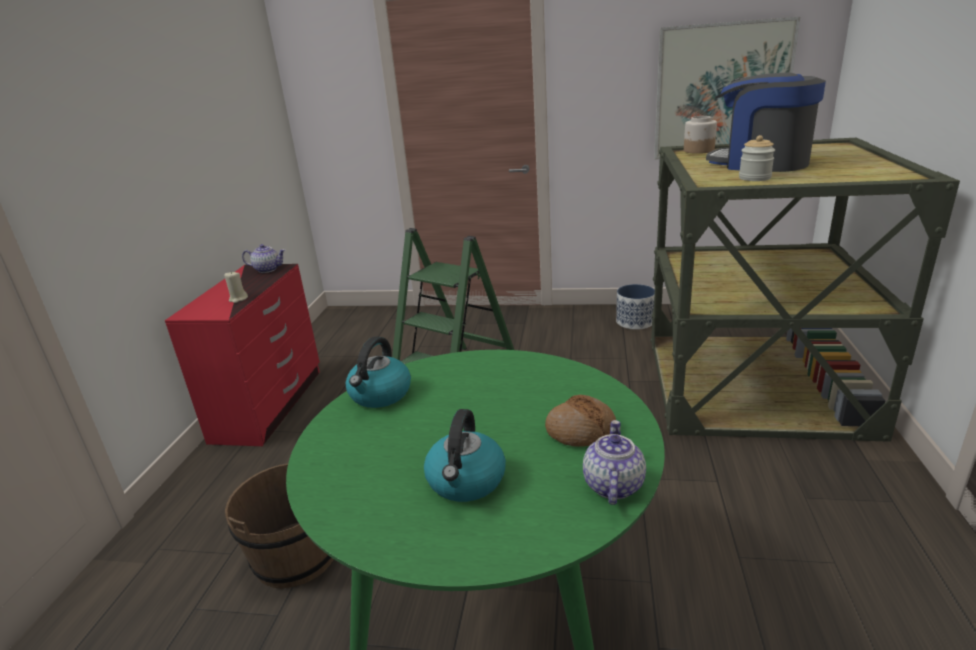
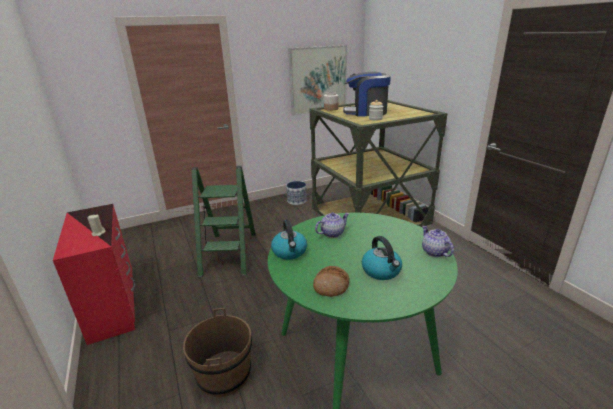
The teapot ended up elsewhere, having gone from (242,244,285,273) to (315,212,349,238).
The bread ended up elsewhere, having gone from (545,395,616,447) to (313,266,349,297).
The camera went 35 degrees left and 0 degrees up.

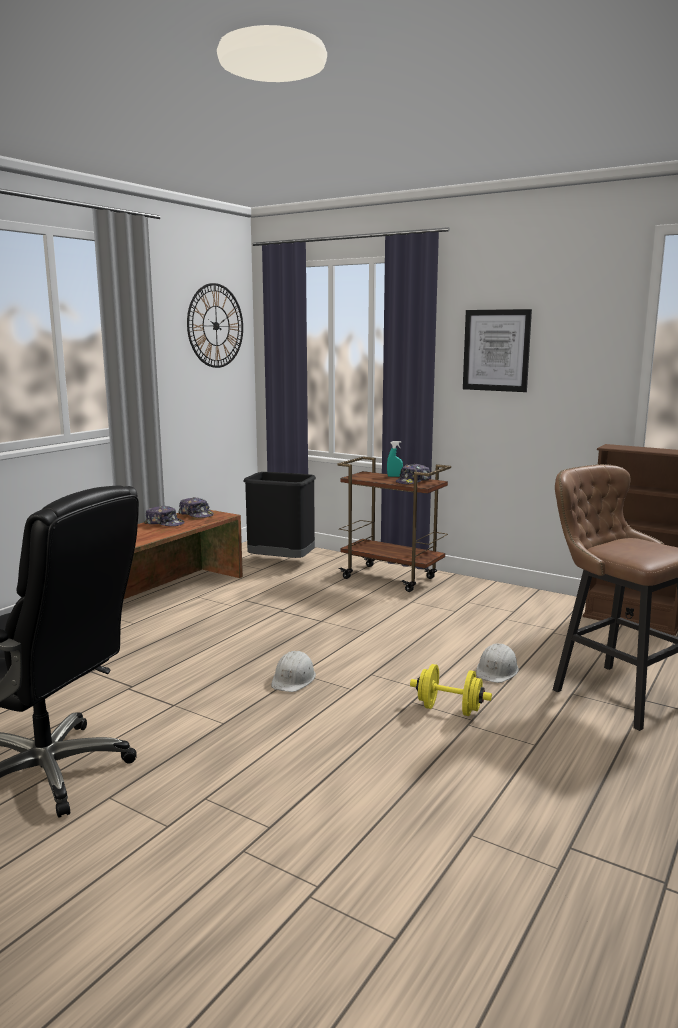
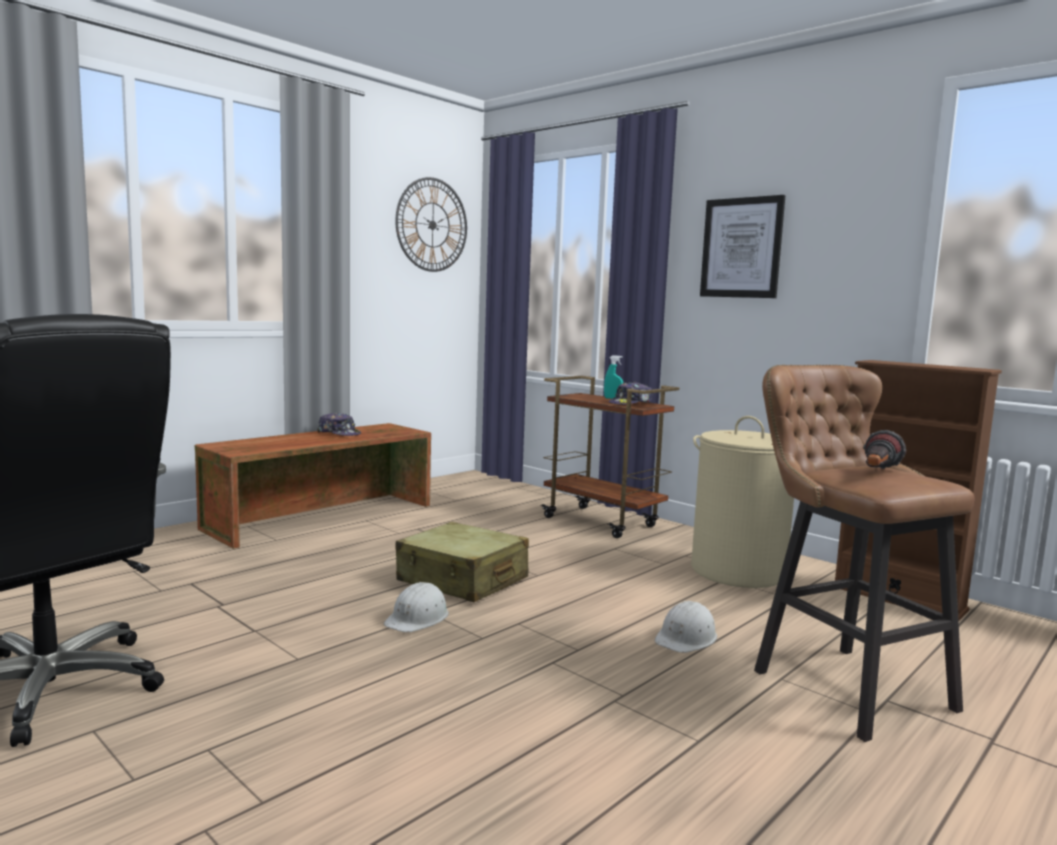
The second view lost the cap at (179,497,214,518).
The second view lost the trash can (black) at (243,472,316,558).
The second view lost the dumbbell (yellow) at (410,664,492,716).
The second view gained the suitcase (beige) at (396,522,529,602).
The second view gained the laundry basket (beige) at (691,416,794,588).
The second view gained the flashlight at (863,430,906,469).
The camera went 10 degrees right and 5 degrees down.

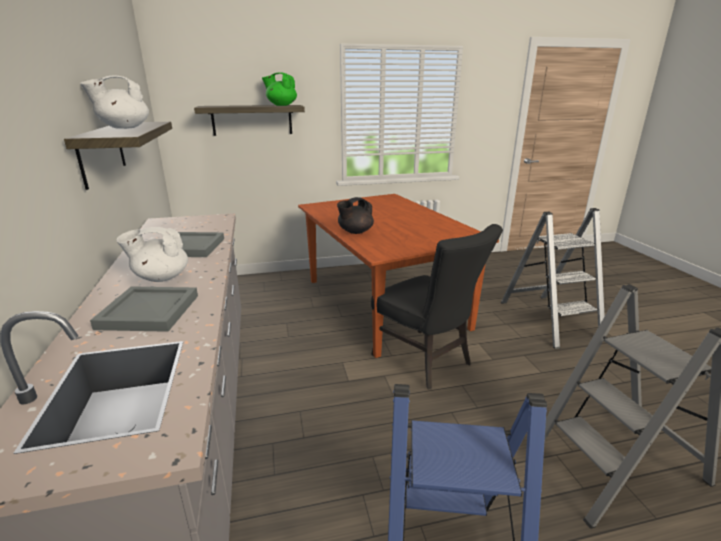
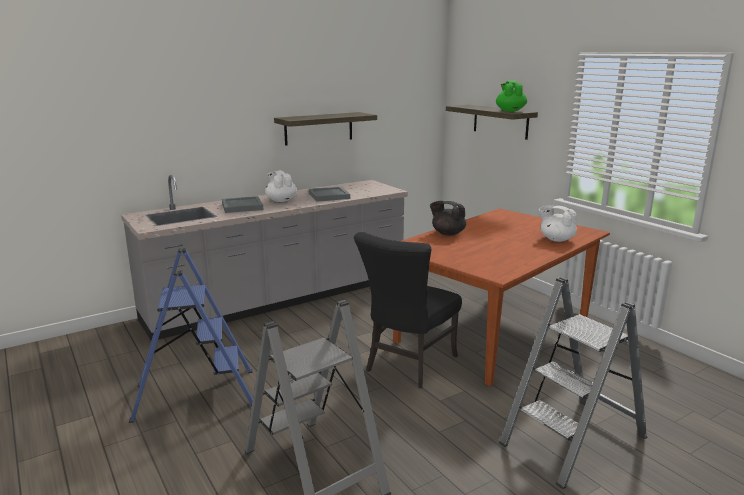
The teapot (white) ended up elsewhere, having gone from (80,76,149,129) to (539,205,577,242).
The camera went 70 degrees right and 5 degrees down.

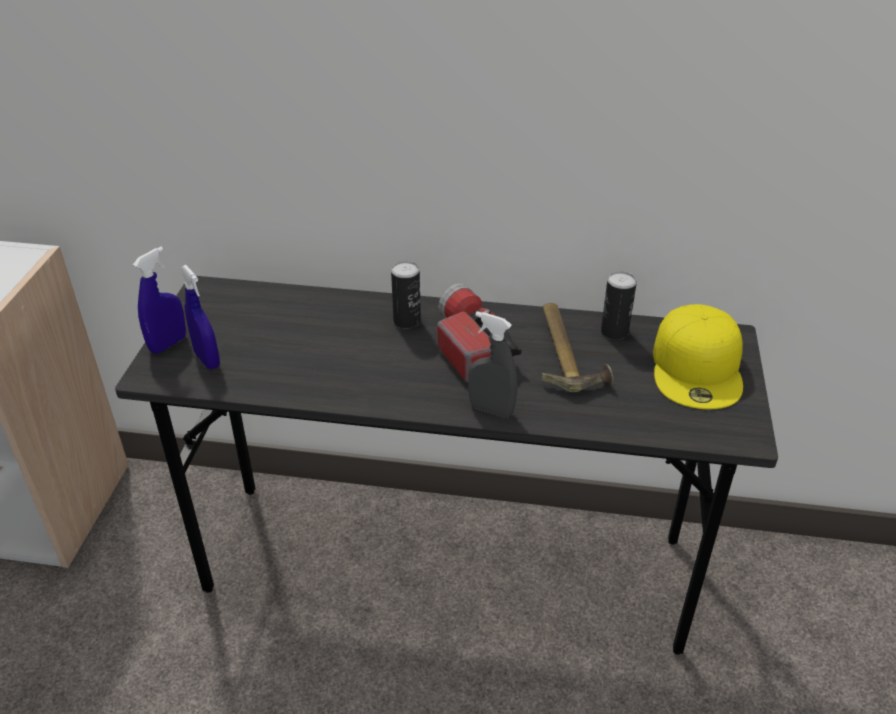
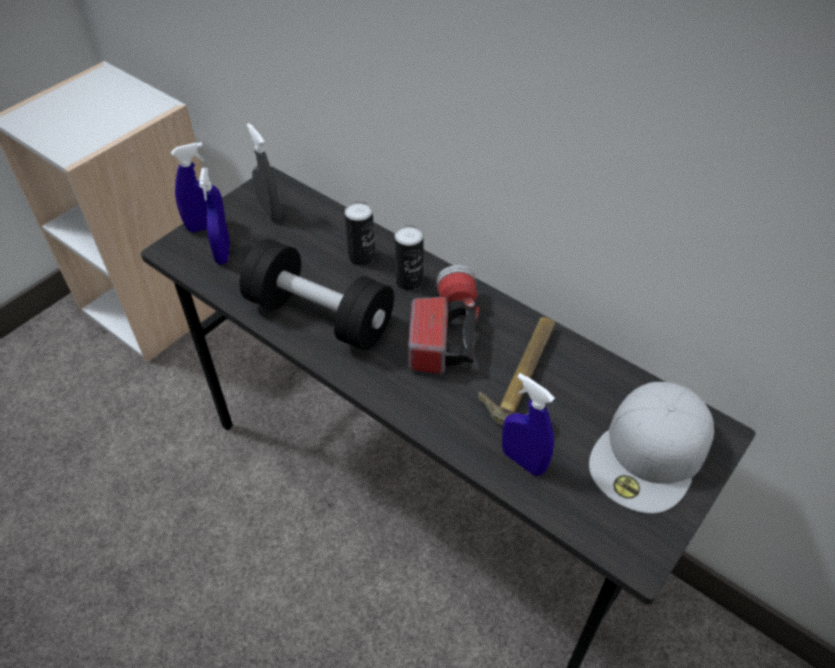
The spray bottle (grey) ended up elsewhere, having gone from (468,311,518,418) to (247,123,282,221).
The can ended up elsewhere, having gone from (601,271,637,340) to (345,202,375,266).
What was the cap (yellow) at (653,304,743,409) turned into the cap (white) at (589,382,714,514).
The second view gained the dumbbell (black) at (239,239,394,351).
The second view gained the spray bottle (blue) at (502,373,555,476).
The camera went 30 degrees right and 10 degrees up.

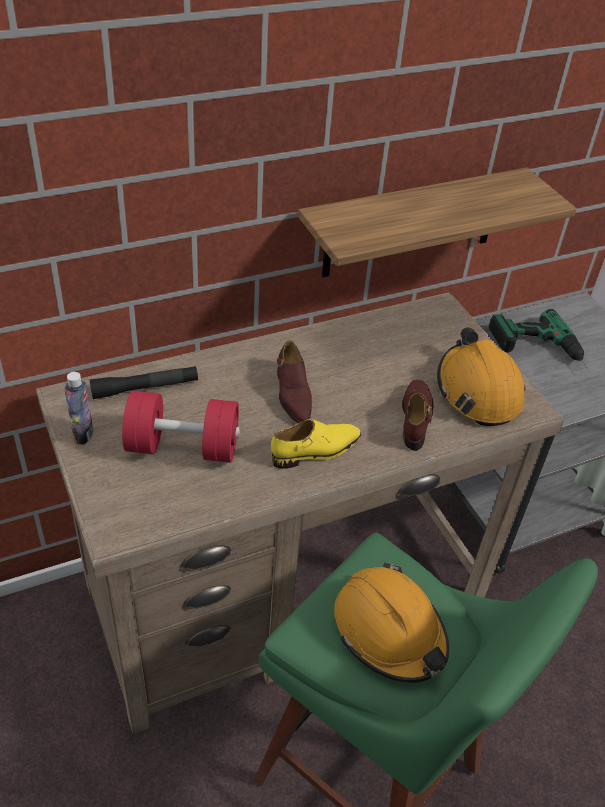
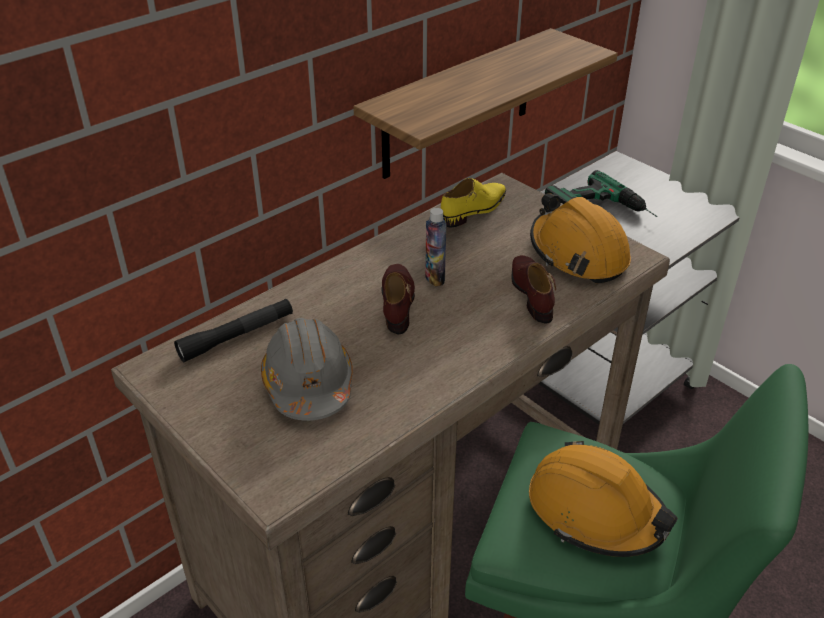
The bottle ended up elsewhere, having gone from (65,372,93,445) to (425,208,447,286).
Where the dumbbell (red) stood at (122,391,240,463), the hard hat (grey) came to stand at (261,318,353,421).
The shoe (yellow) ended up elsewhere, having gone from (271,419,361,469) to (441,178,506,227).
The shoe (brown) at (277,340,312,423) ended up facing another way, 150 degrees counterclockwise from before.
The camera went 15 degrees left and 5 degrees down.

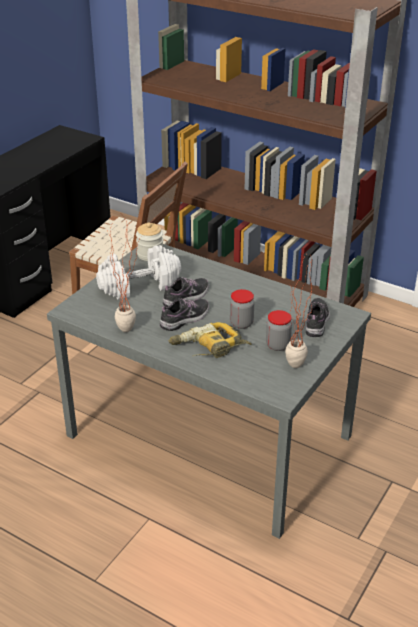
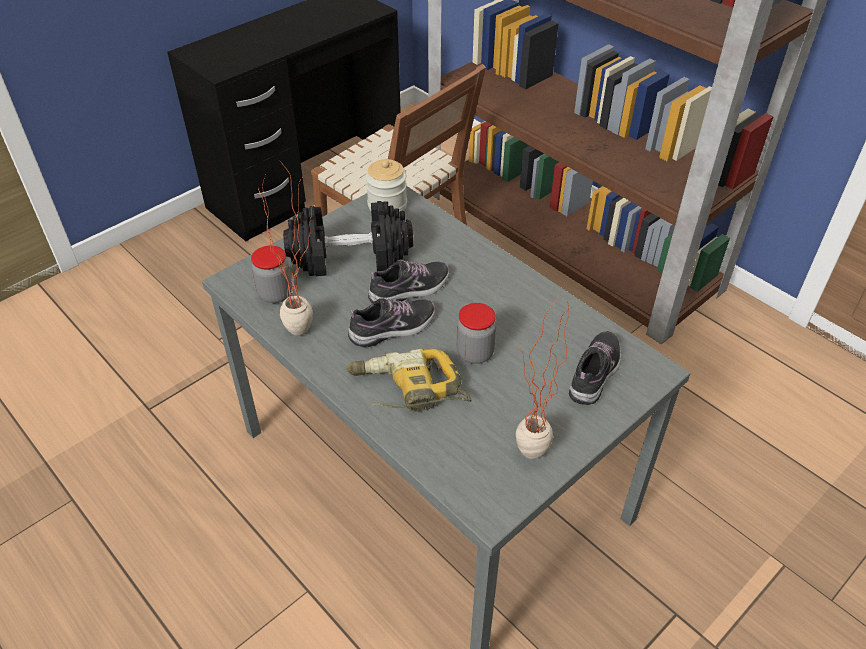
What was the dumbbell (white) at (96,245,181,300) turned into the dumbbell (black) at (283,201,413,276).
The jar ended up elsewhere, having gone from (266,310,292,351) to (251,245,292,303).
The camera went 15 degrees right and 10 degrees up.

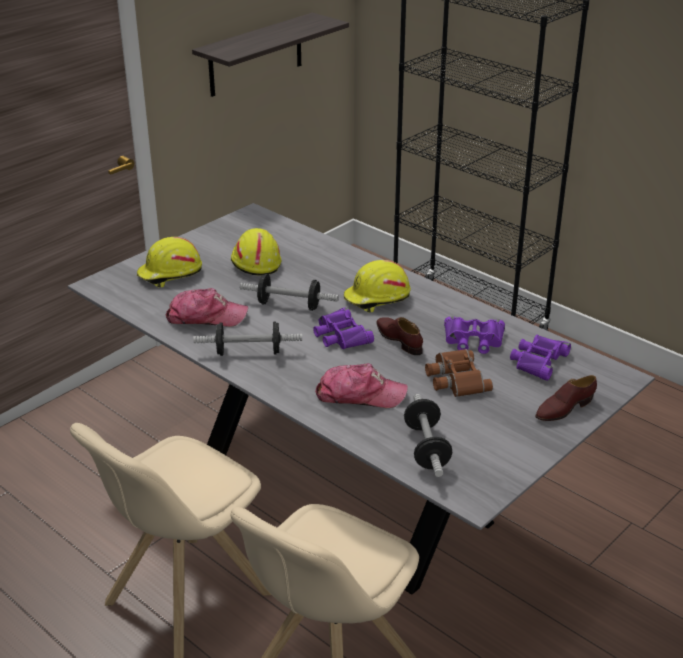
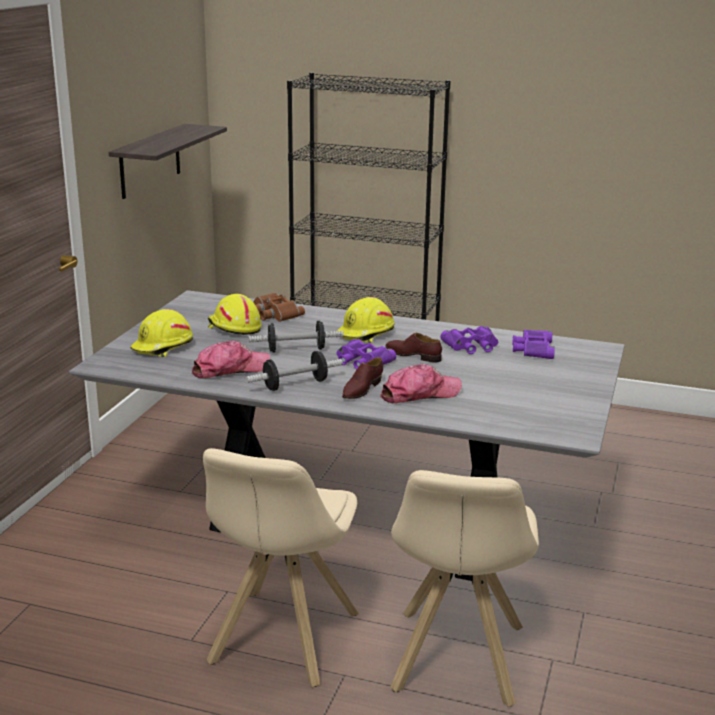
The second view lost the dumbbell at (404,394,452,477).
The binoculars (brown) ended up elsewhere, having gone from (425,349,493,397) to (253,293,305,322).
The shoe (brown) ended up elsewhere, having gone from (535,375,597,421) to (342,357,383,399).
The camera went 25 degrees left and 10 degrees down.

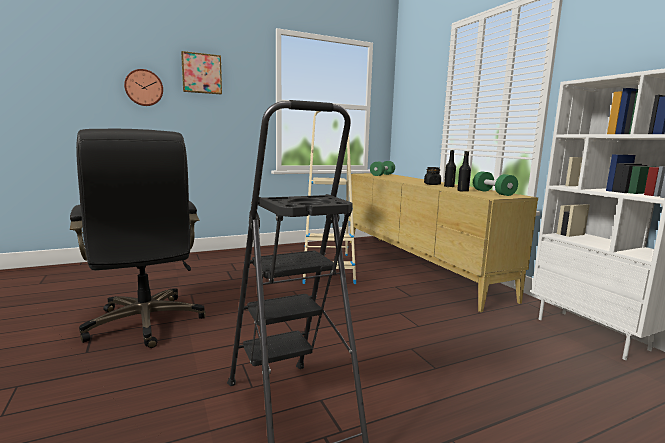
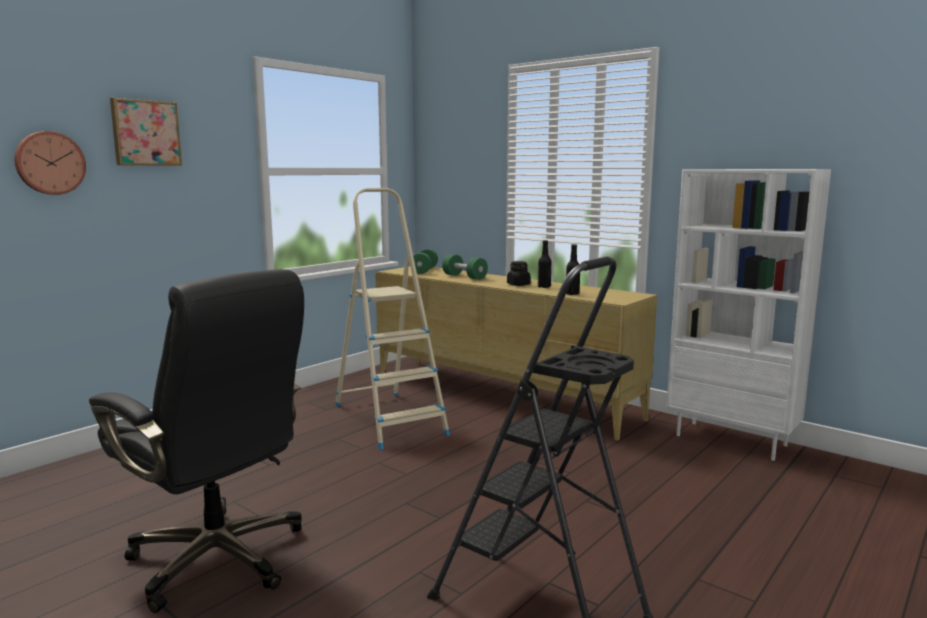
The dumbbell (green) ended up elsewhere, having gone from (473,172,518,196) to (442,254,488,280).
The camera went 25 degrees left and 0 degrees up.

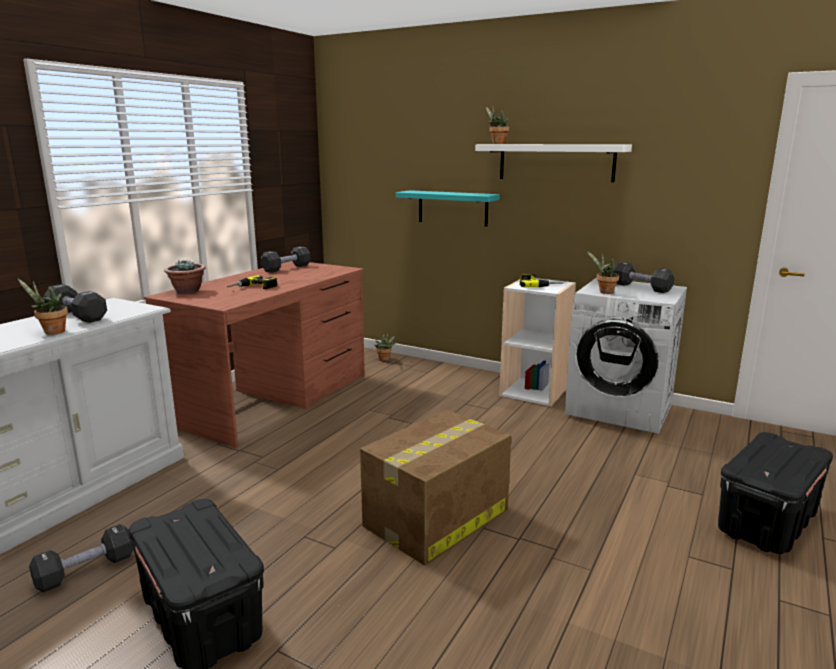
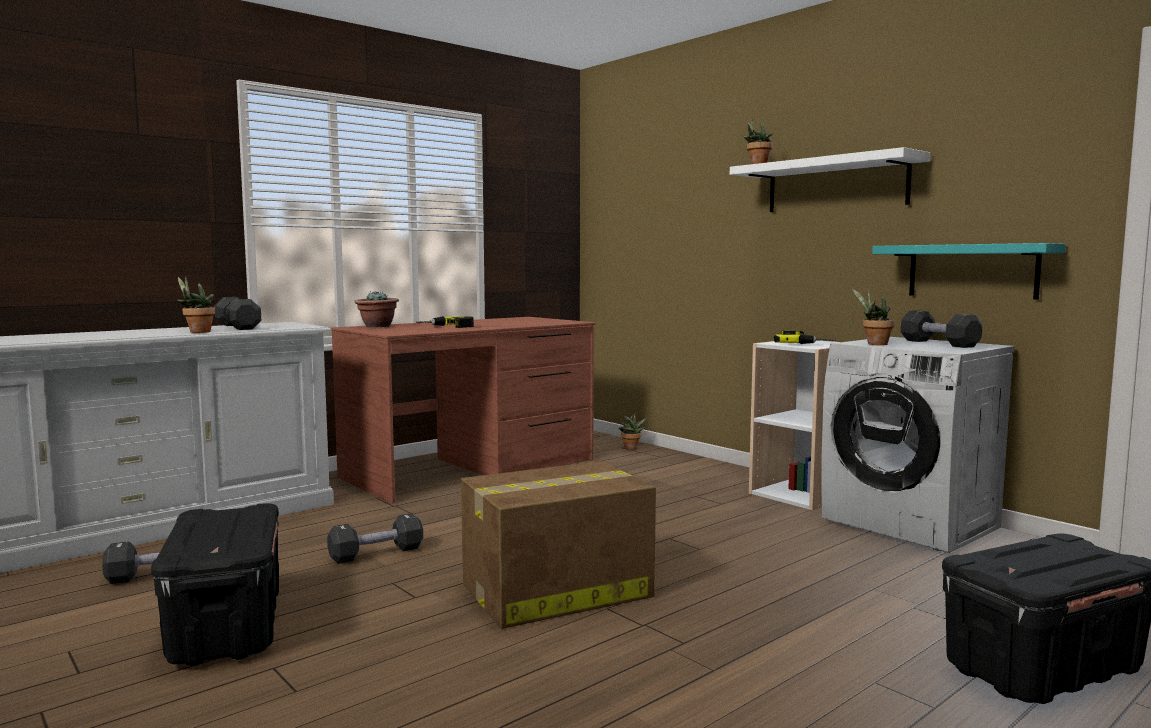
The dumbbell (black) ended up elsewhere, having gone from (261,246,310,273) to (327,513,423,564).
The shelf (turquoise) ended up elsewhere, having gone from (396,190,500,227) to (872,243,1066,300).
The camera went 20 degrees right and 10 degrees down.

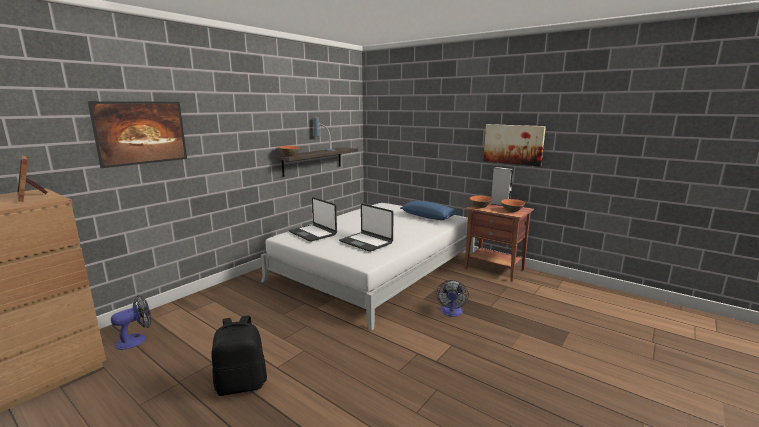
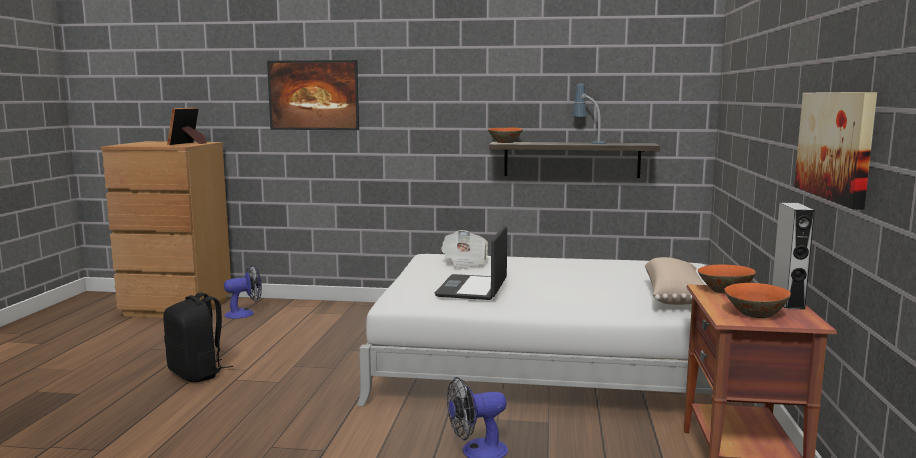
The fan at (111,295,151,350) ended up facing another way, 45 degrees counterclockwise from before.
Where the laptop stood at (289,197,337,242), the newspaper came to stand at (441,230,488,269).
What was the pillow (blue) at (400,201,460,220) turned into the pillow (beige) at (645,257,705,305).
The camera went 60 degrees right and 5 degrees down.

